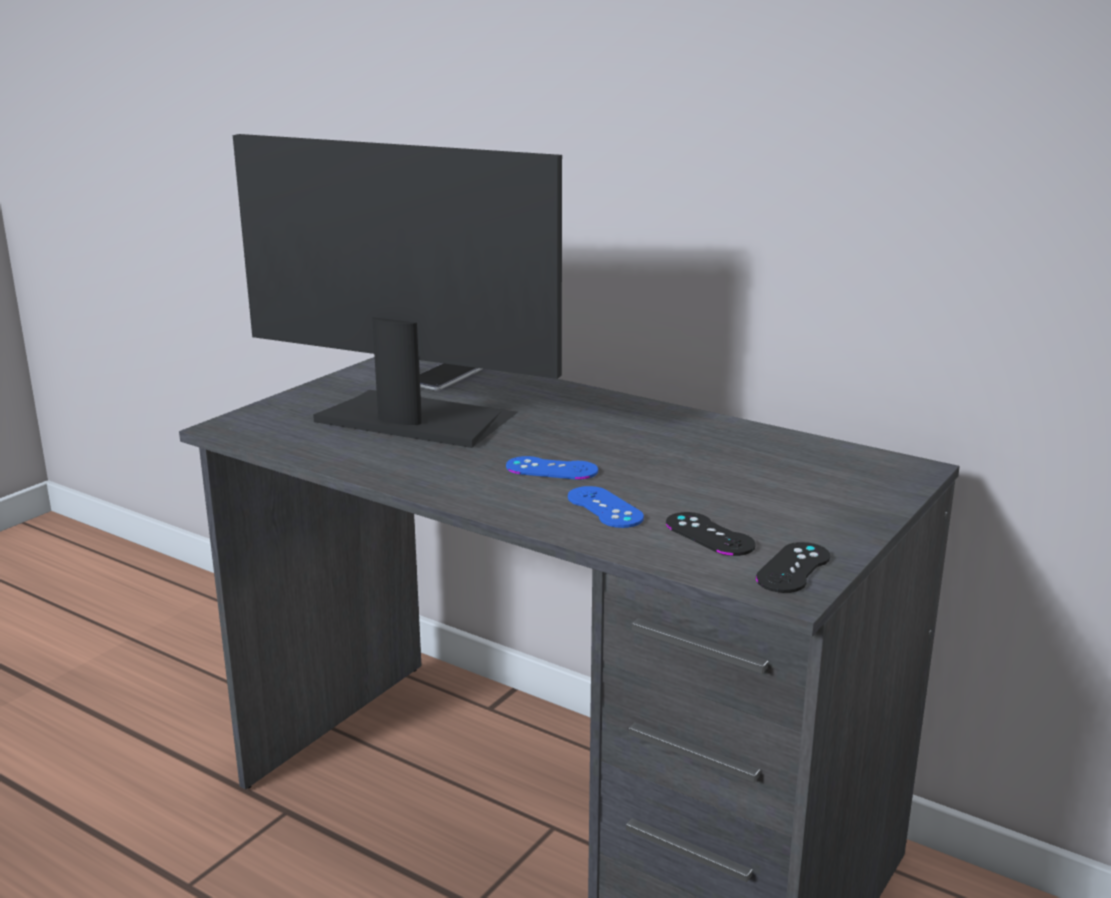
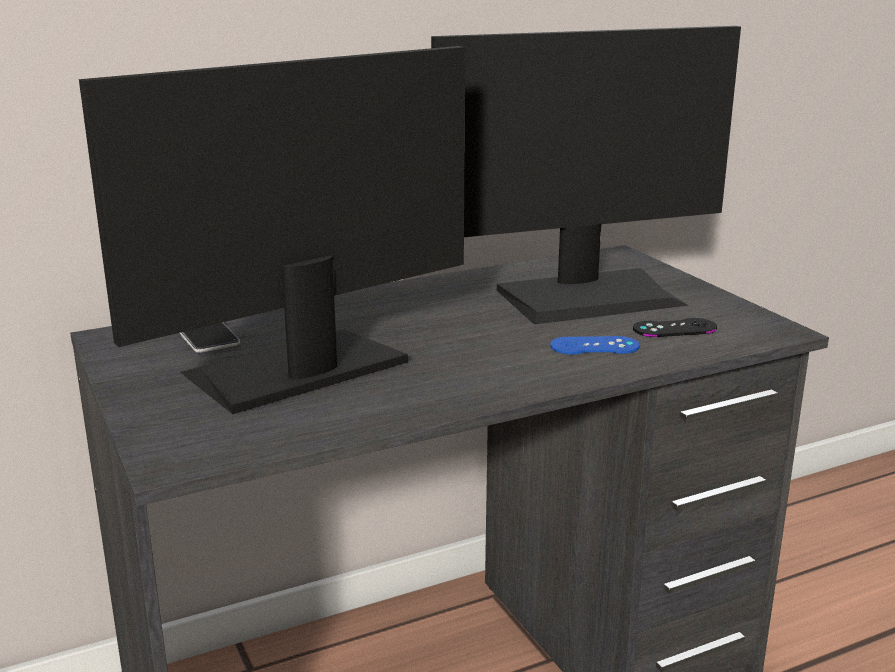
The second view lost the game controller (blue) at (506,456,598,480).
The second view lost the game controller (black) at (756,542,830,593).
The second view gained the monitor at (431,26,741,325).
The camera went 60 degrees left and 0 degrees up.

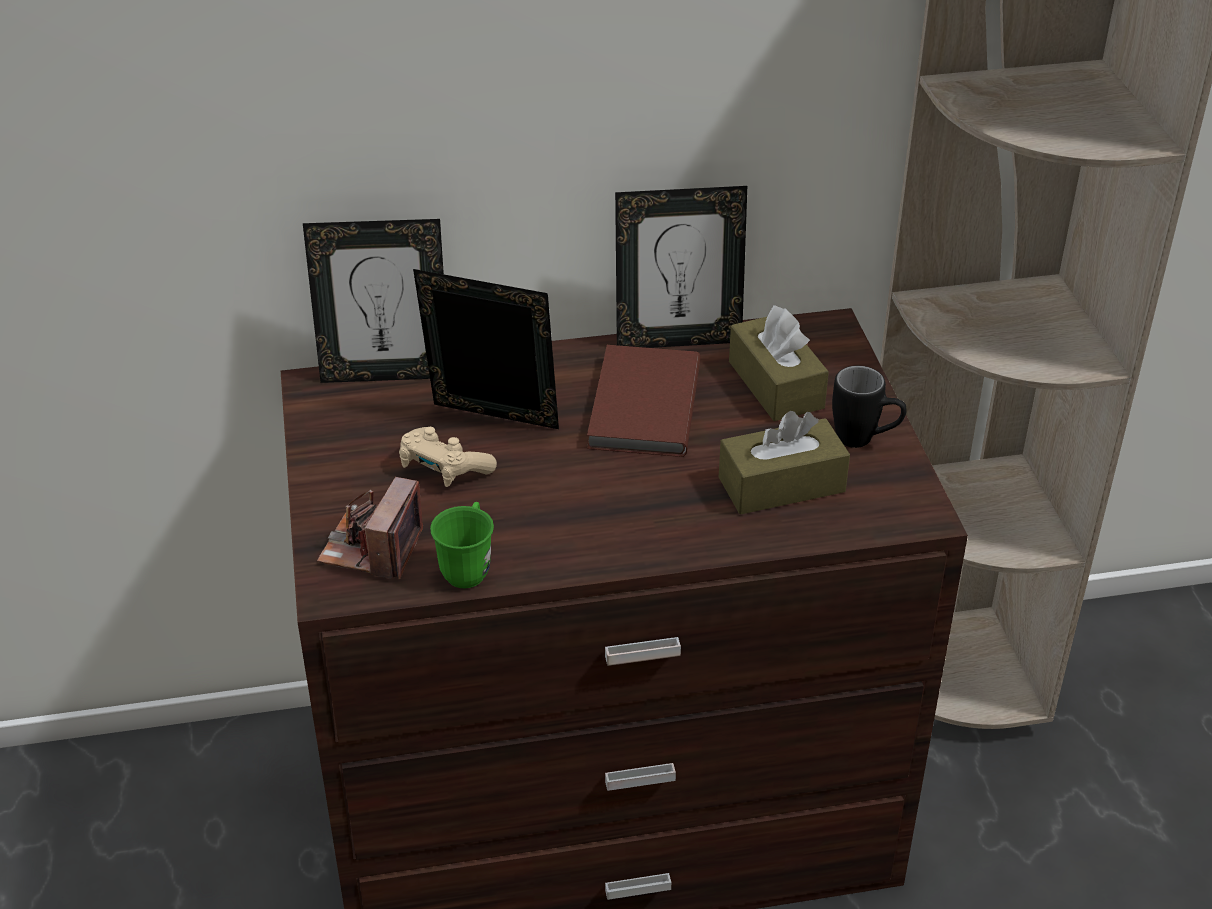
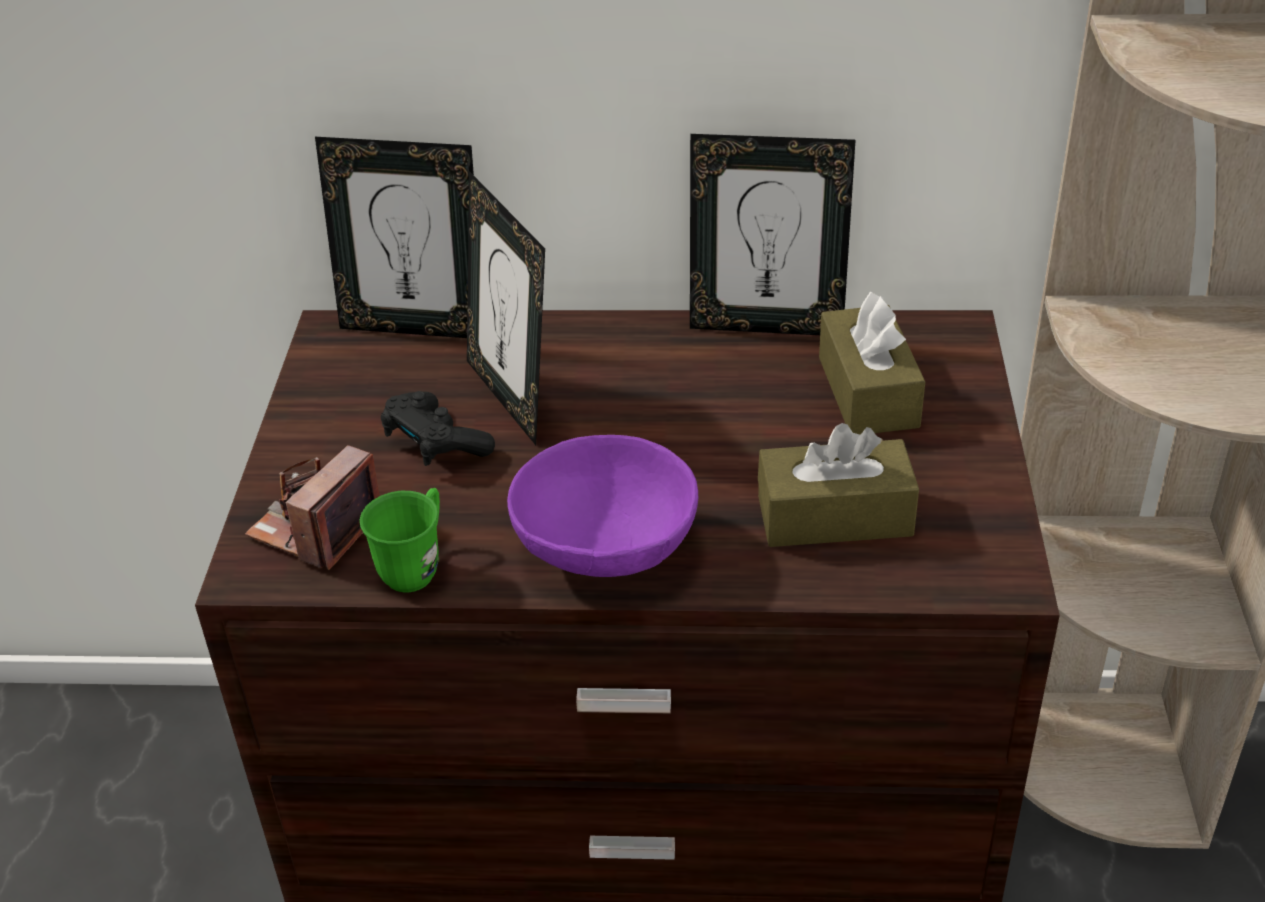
What was the game controller (beige) at (399,427,497,487) turned into the game controller (black) at (381,391,495,466).
The picture frame at (413,269,559,429) ended up facing another way, 150 degrees counterclockwise from before.
The second view lost the book (brown) at (587,345,701,457).
The second view lost the mug (black) at (832,366,907,448).
The second view gained the bowl (purple) at (507,435,698,577).
The camera went 15 degrees right and 0 degrees up.

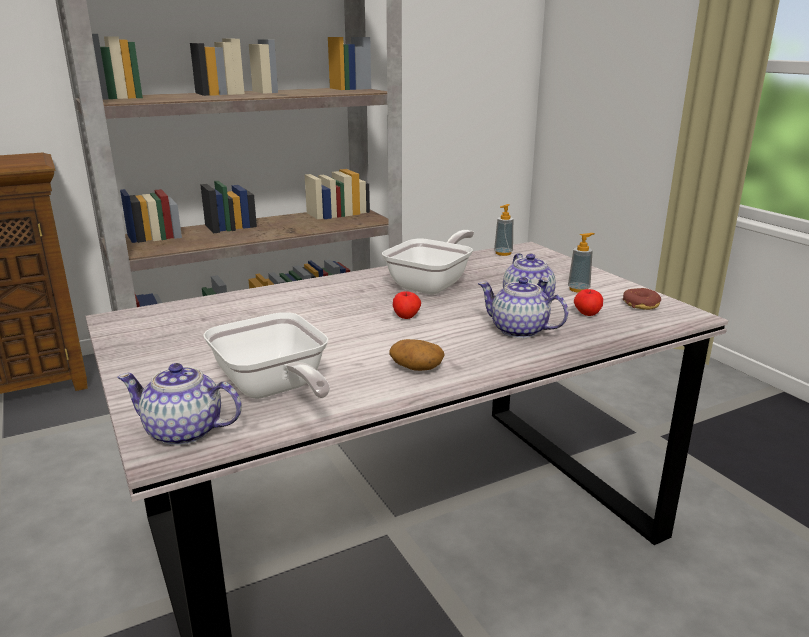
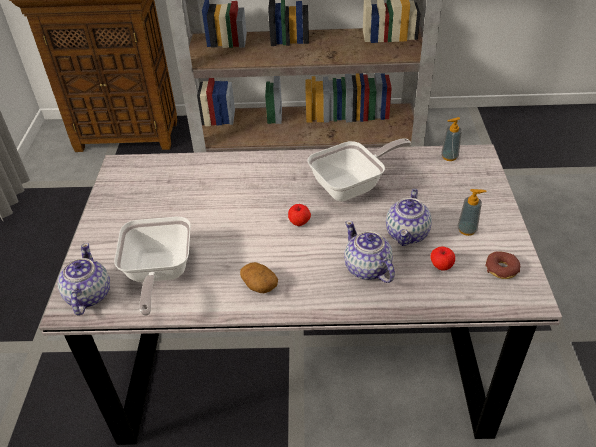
The teapot at (117,363,242,446) ended up facing another way, 45 degrees clockwise from before.
The camera went 30 degrees right and 20 degrees up.

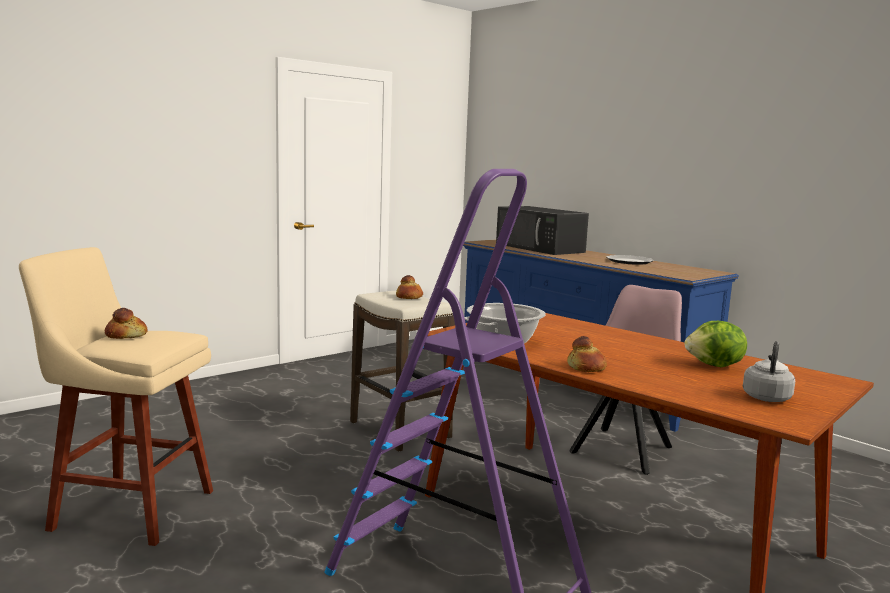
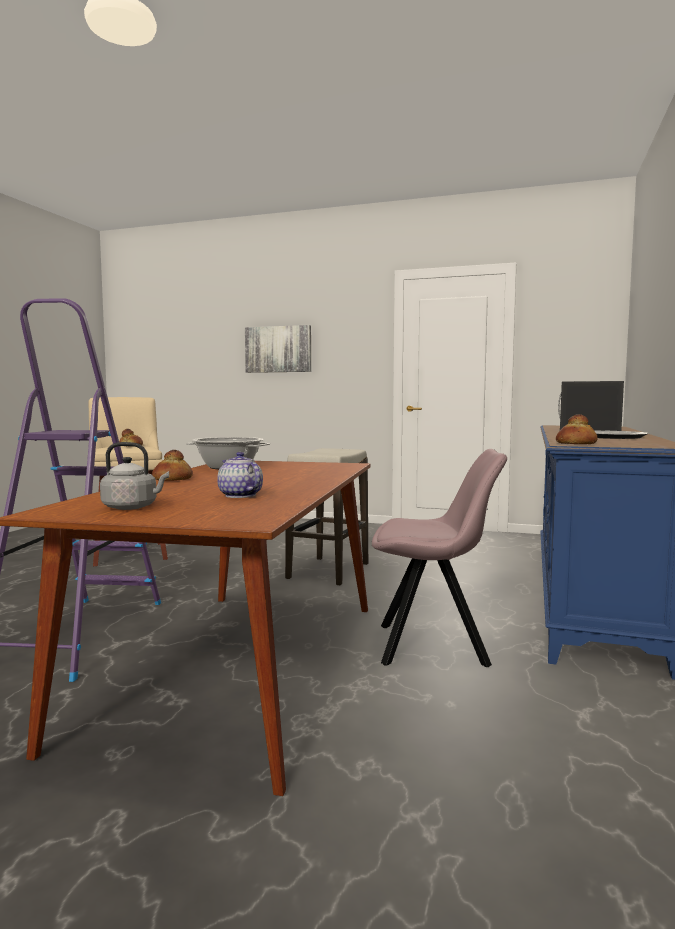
The bread ended up elsewhere, having gone from (396,275,423,299) to (556,414,598,444).
Where the lettuce stood at (685,321,747,367), the teapot came to stand at (217,452,263,498).
The second view gained the picture at (245,325,311,373).
The camera went 60 degrees right and 5 degrees down.

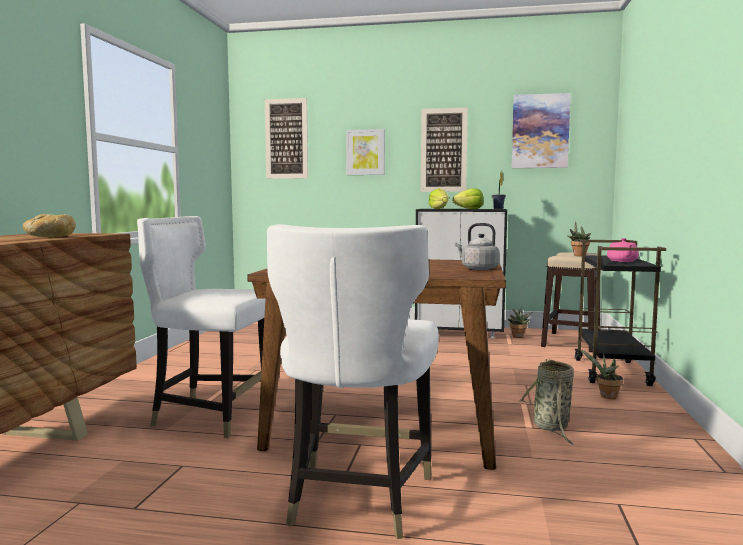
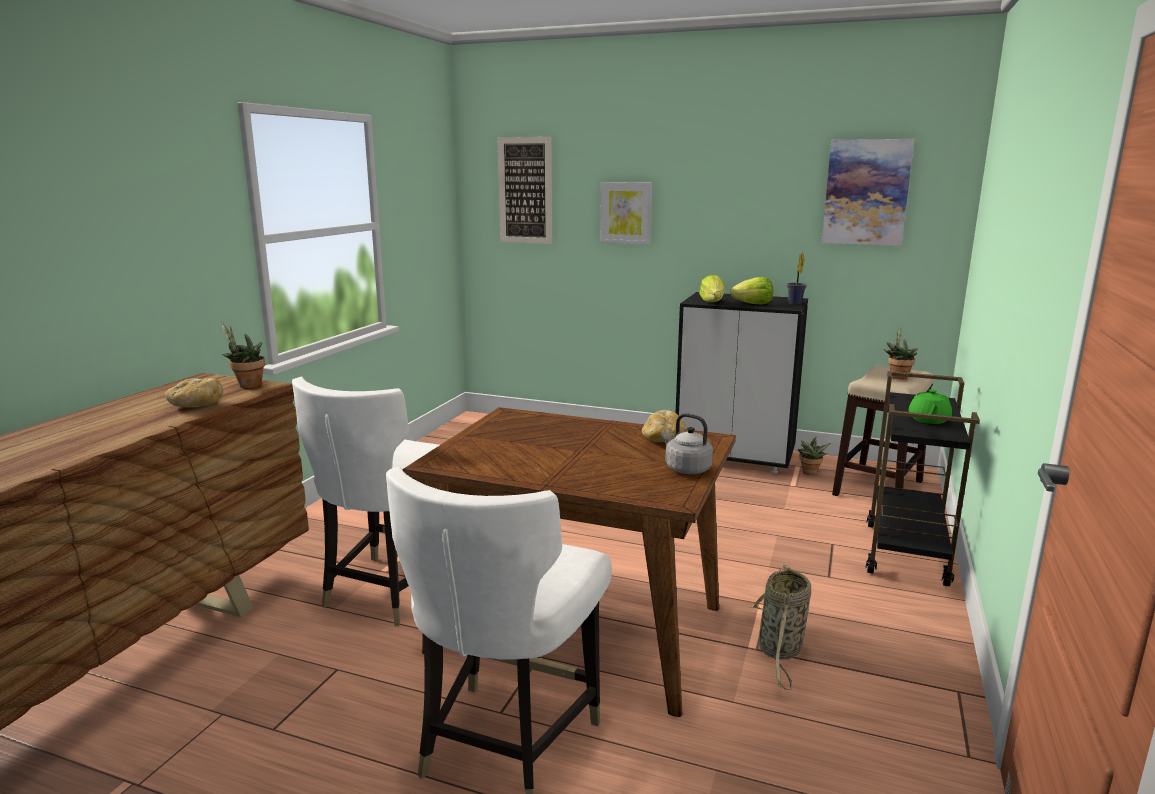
The chair (white) at (137,216,265,438) ended up facing another way, 90 degrees counterclockwise from before.
The second view lost the picture at (421,108,468,192).
The potted plant ended up elsewhere, having gone from (581,350,623,399) to (222,322,265,388).
What was the teapot (pink) at (607,238,639,262) turned into the teapot (green) at (909,389,952,424).
The second view gained the bread at (642,410,686,442).
The camera went 10 degrees right and 10 degrees up.

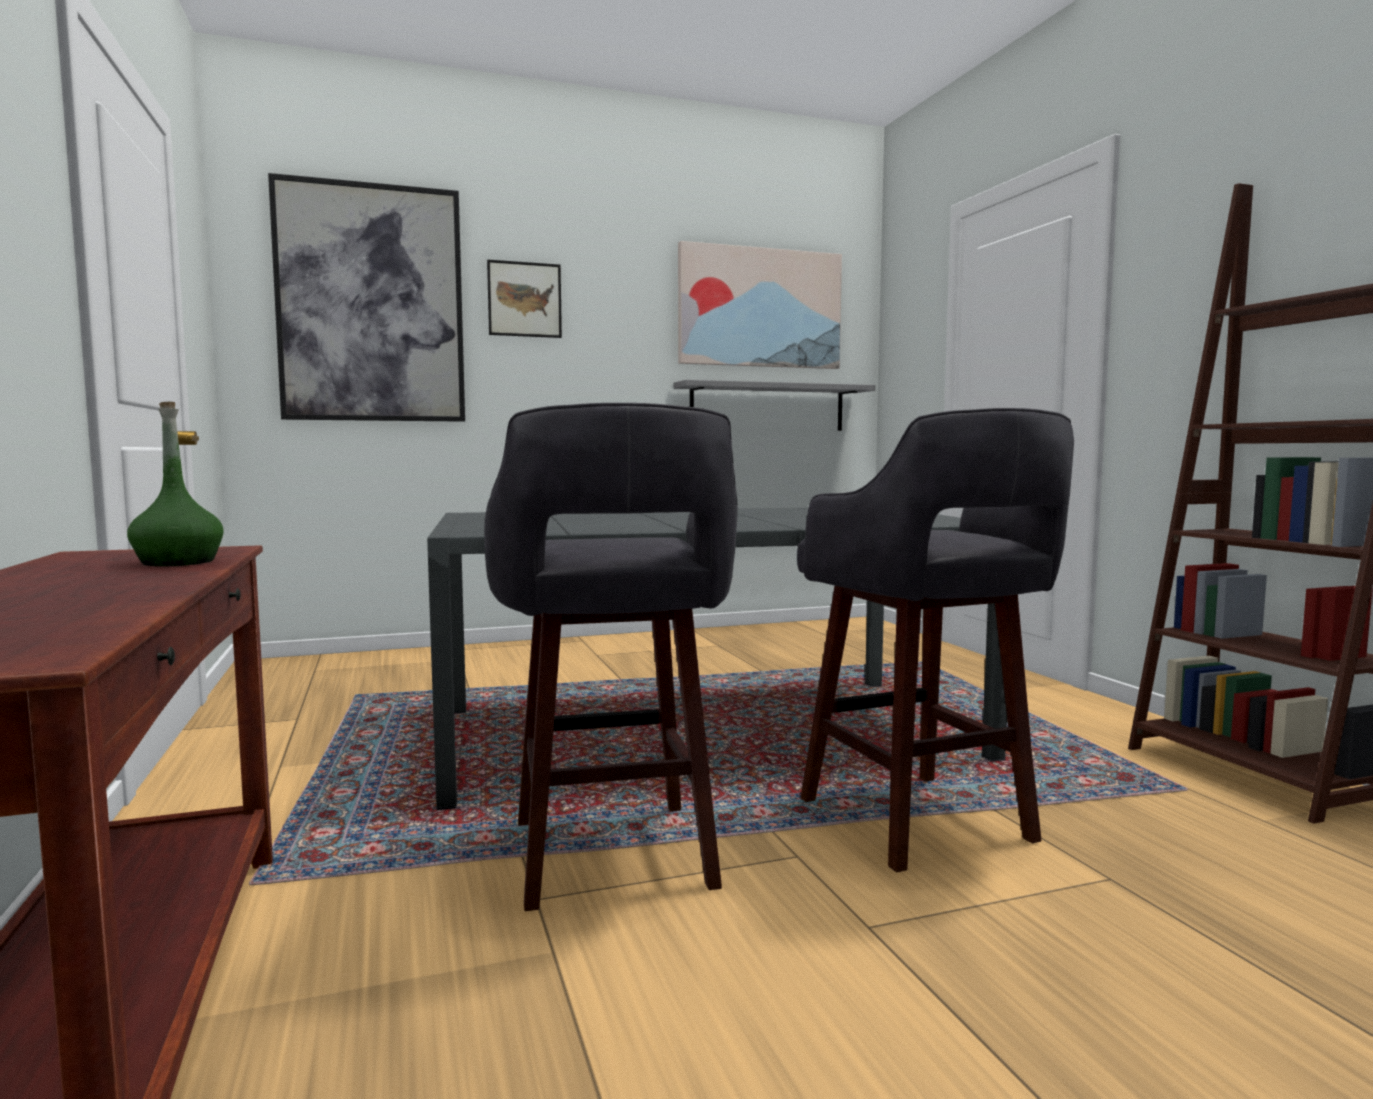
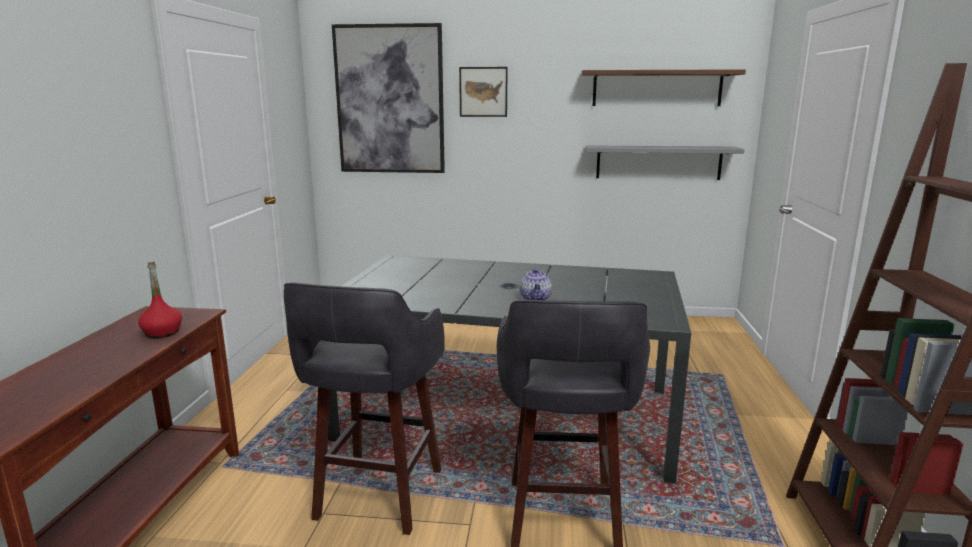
What was the bottle (green) at (127,402,224,566) turned into the bottle (red) at (138,262,182,338).
Where the picture hung at (678,241,842,369), the shelf (brown) came to hang at (581,69,746,106).
The second view gained the teapot at (520,269,552,300).
The camera went 25 degrees right and 10 degrees up.

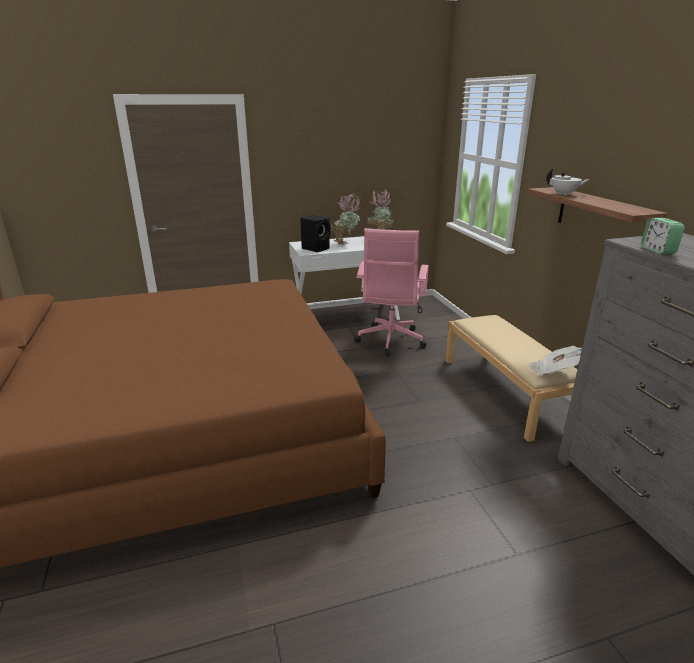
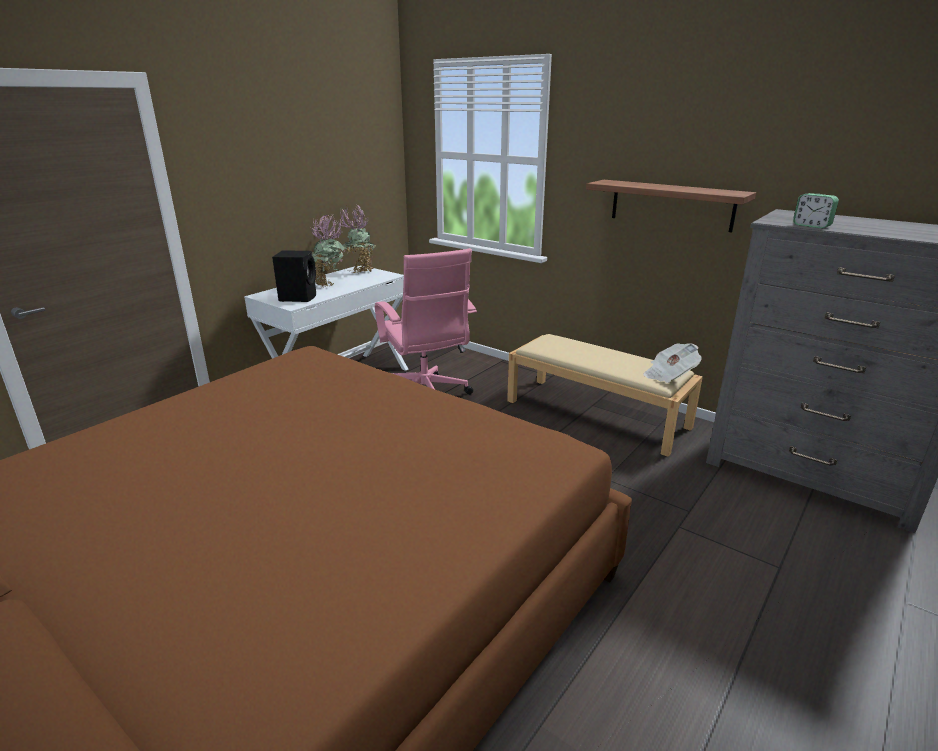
The second view lost the teapot (white) at (546,168,590,195).
The camera went 35 degrees left and 0 degrees up.

